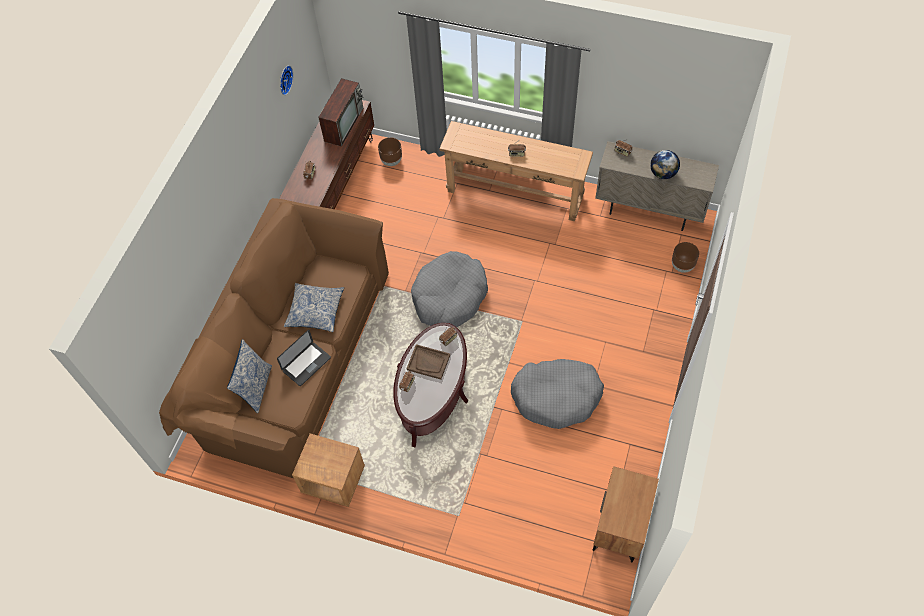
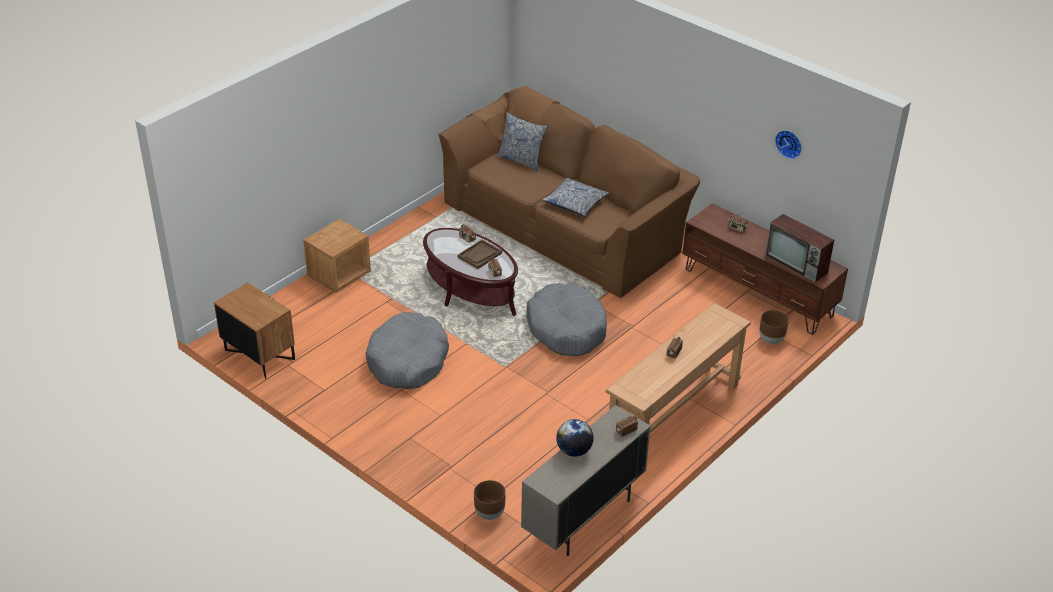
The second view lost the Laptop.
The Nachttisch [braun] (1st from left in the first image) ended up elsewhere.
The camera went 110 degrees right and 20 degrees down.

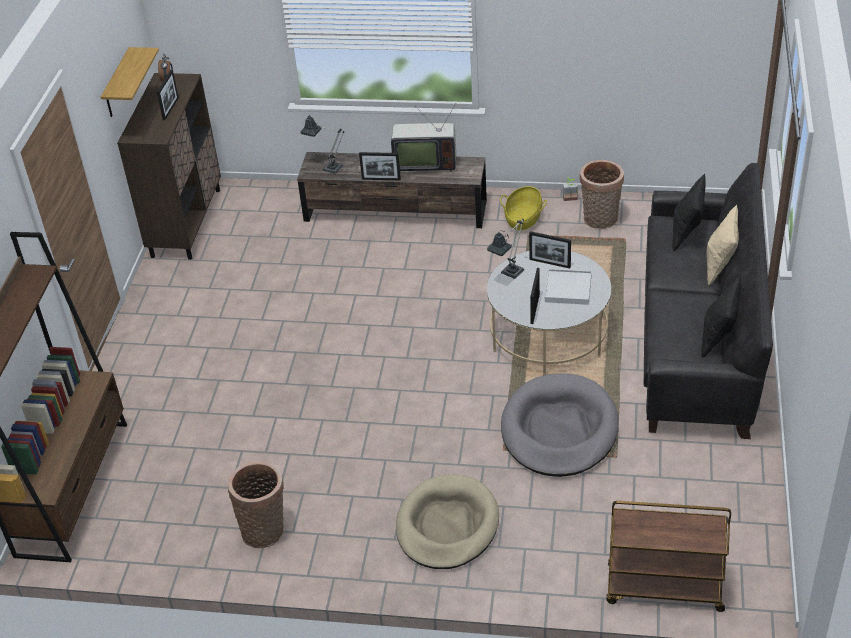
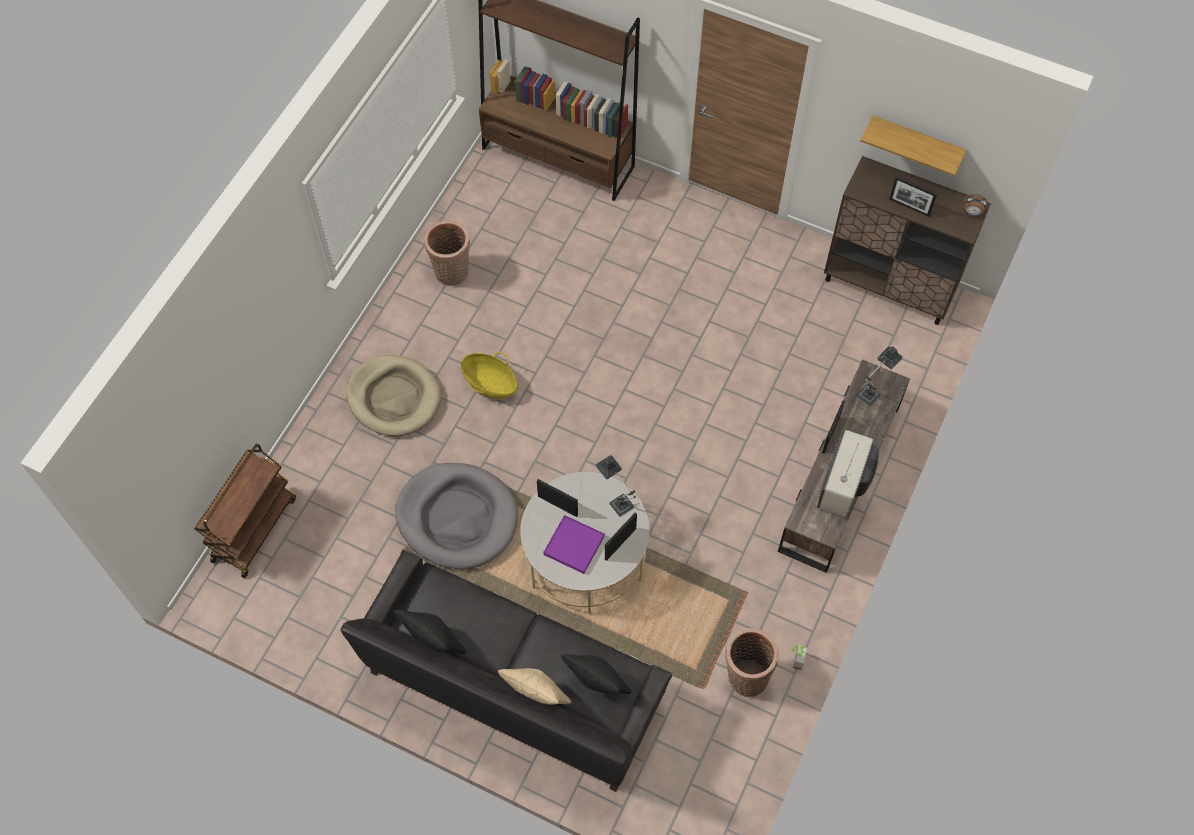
The Korb (2nd from left) ended up elsewhere.
What was the Tablett [weiß] turned into the Tablett [lila].
The camera went 105 degrees right and 20 degrees up.

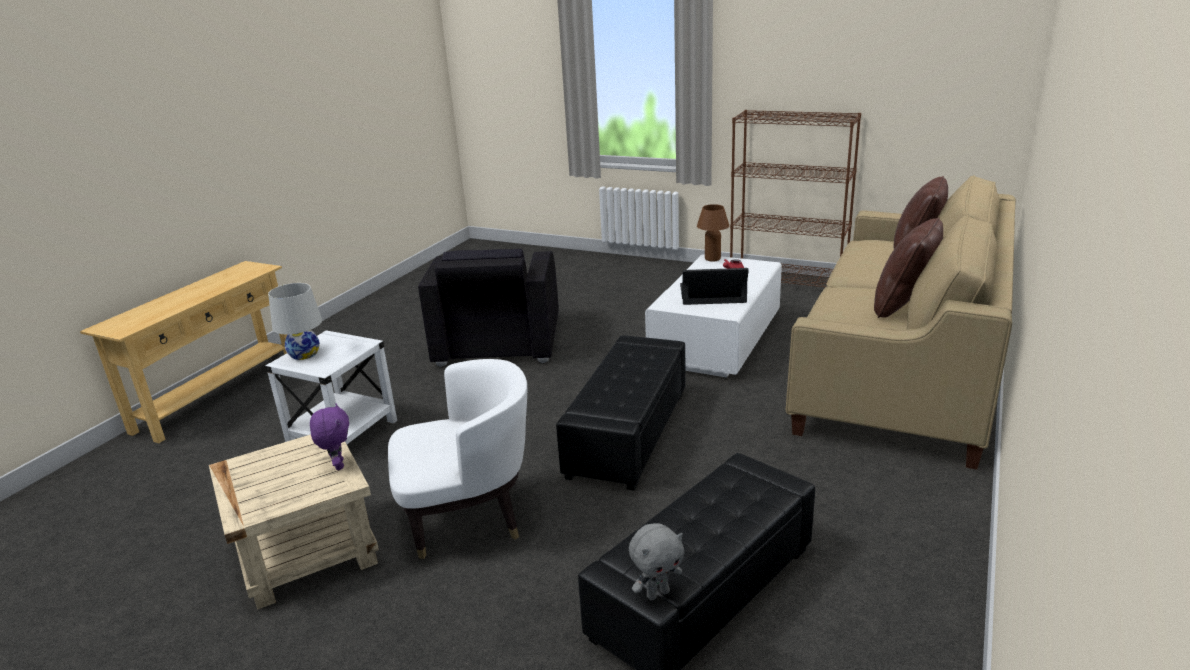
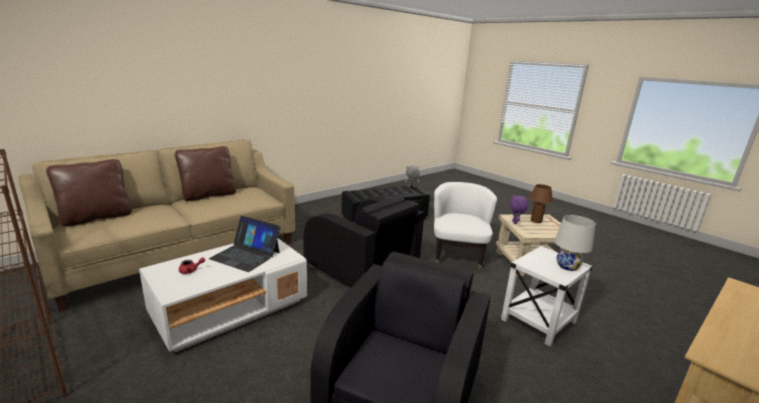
The Sessel [weiß] ended up facing another way, 90 degrees clockwise from before.
Where the Polsterhocker [schwarz] (1st from left) stood, the Sessel [schwarz] (1st from left) came to stand.
The Tischlampe [braun] ended up elsewhere.
The camera went 160 degrees left and 5 degrees down.

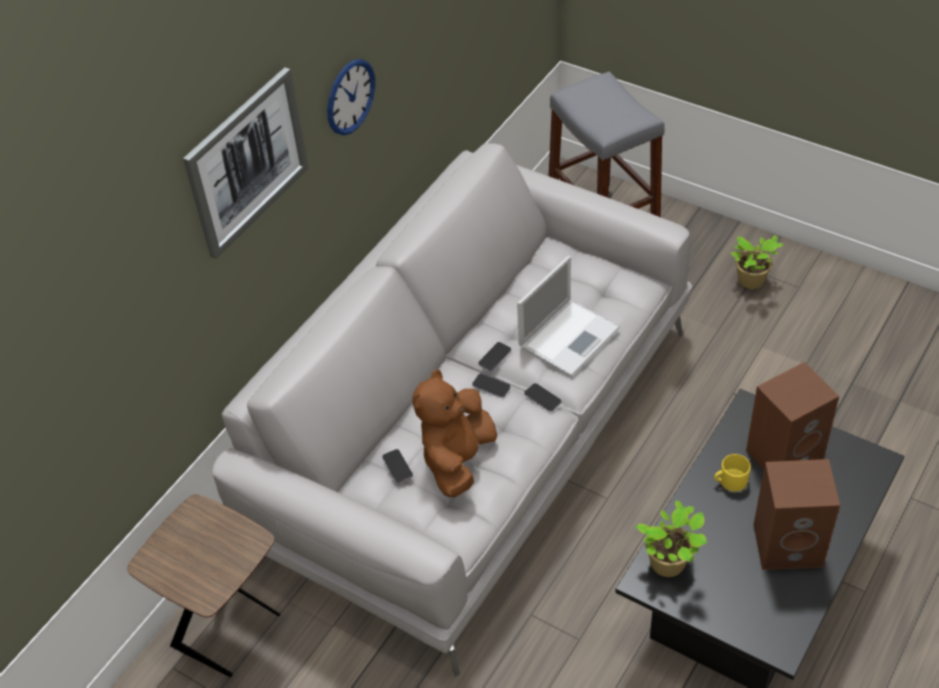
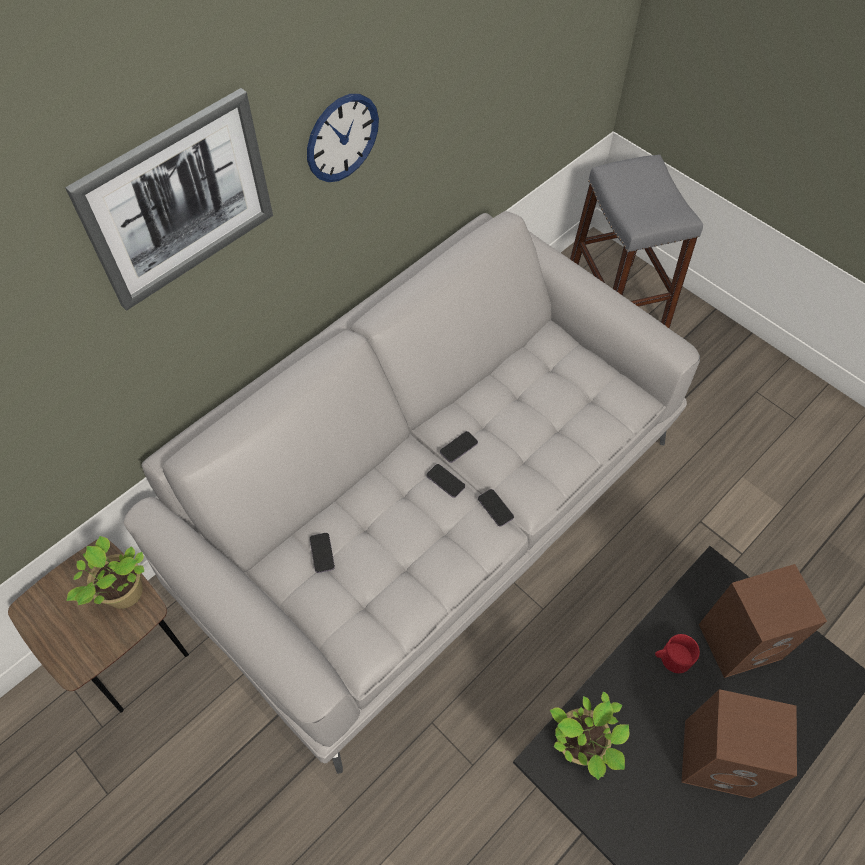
The second view lost the Plüschtier [braun].
The second view lost the Laptop.
What was the Henkelbecher [gelb] turned into the Henkelbecher [rot].
The Topfpflanze (2nd from left in the first image) ended up elsewhere.
The camera went 10 degrees right and 10 degrees up.

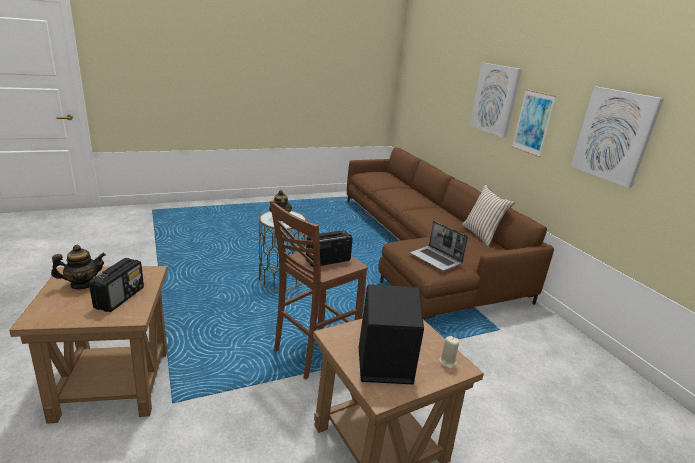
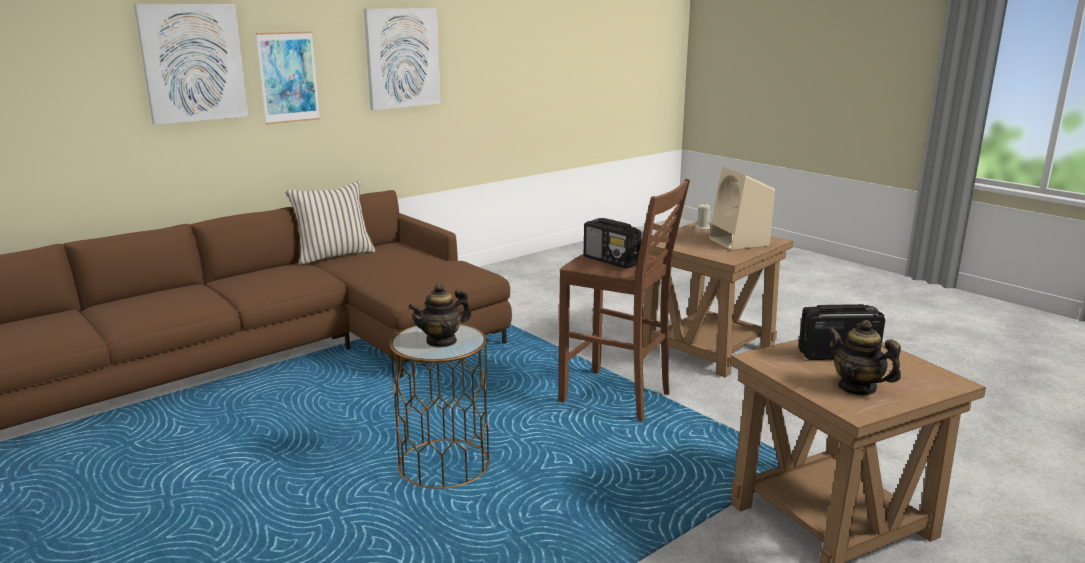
What was the Lautsprecher [schwarz] turned into the Lautsprecher [beige].
The second view lost the Laptop.
The camera went 105 degrees left and 5 degrees down.

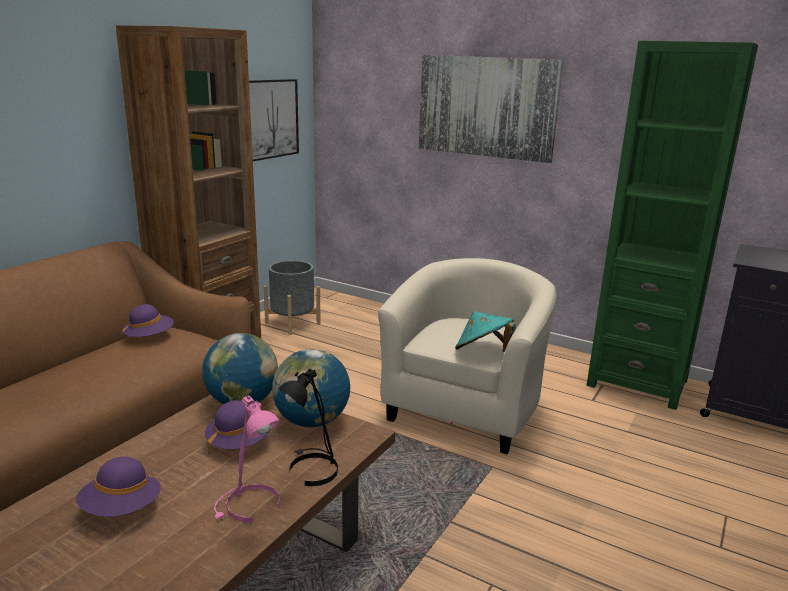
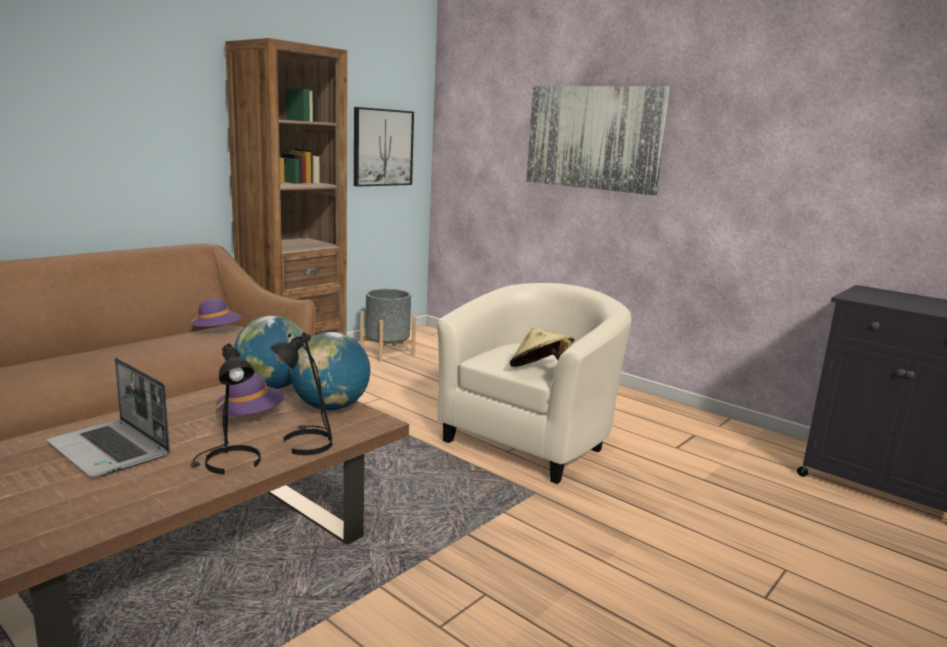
Where the Hut [lila] (1st from left) stood, the Laptop came to stand.
What was the Tischlampe [rosa] turned into the Tischlampe [schwarz] (1st from left).
What was the Hut [türkis] turned into the Hut [beige].
The second view lost the Bücherregal [grün].
The camera went 10 degrees right and 5 degrees down.

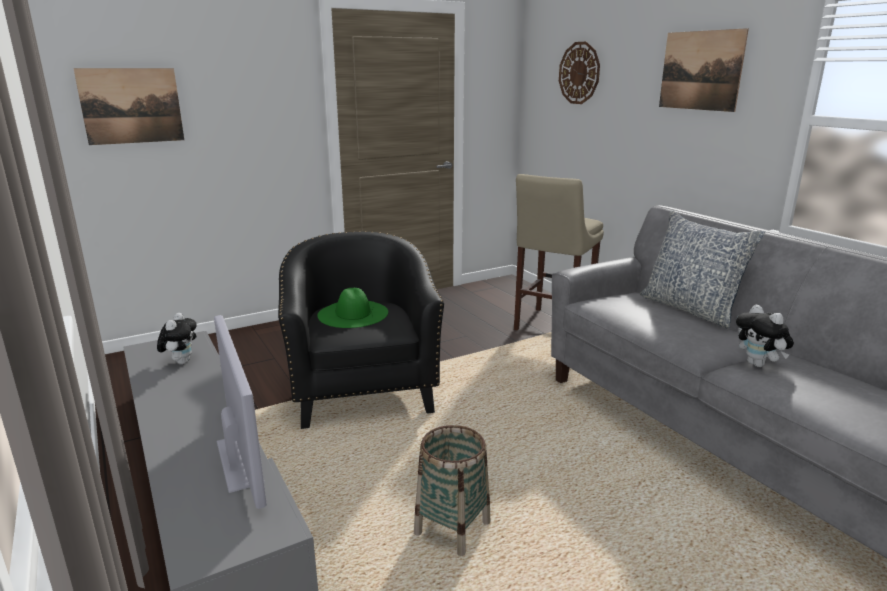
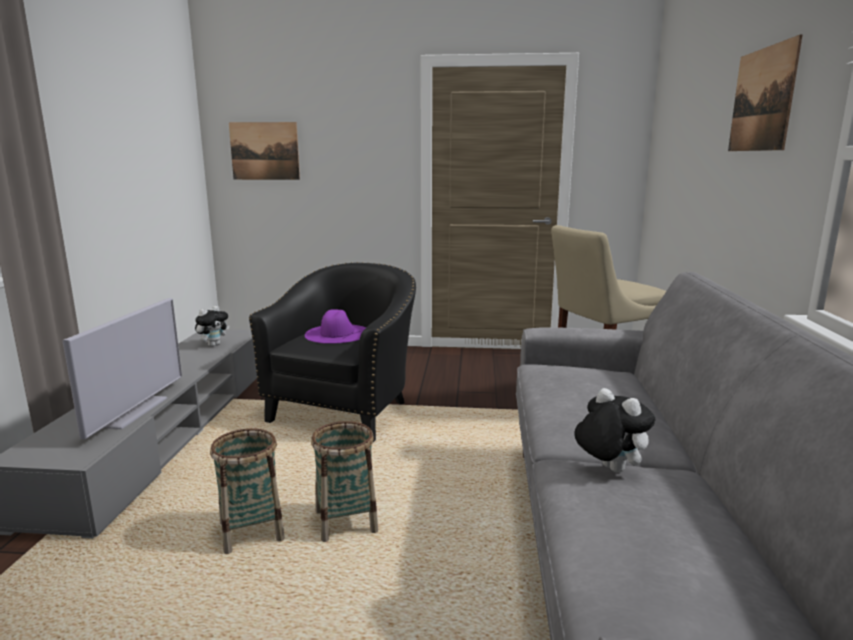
What was the Hut [grün] turned into the Hut [lila].
The second view lost the Wanduhr.
The second view lost the Kissen.
The Plüschtier (2nd from left) ended up facing another way, 135 degrees clockwise from before.
The second view gained the Korb (2nd from left).
The camera went 35 degrees right and 5 degrees down.

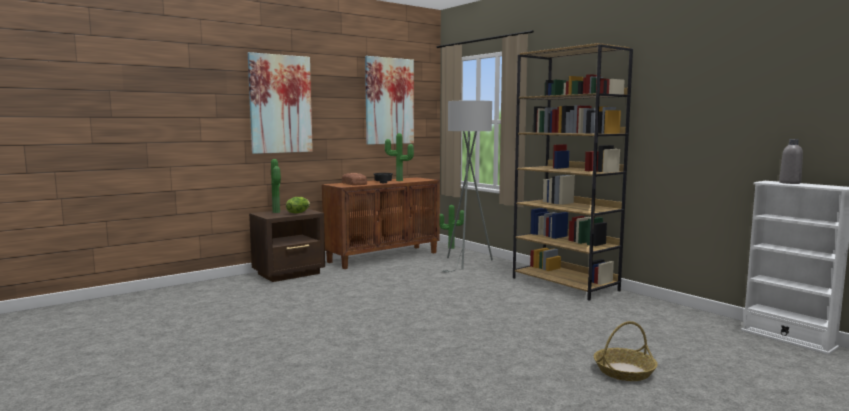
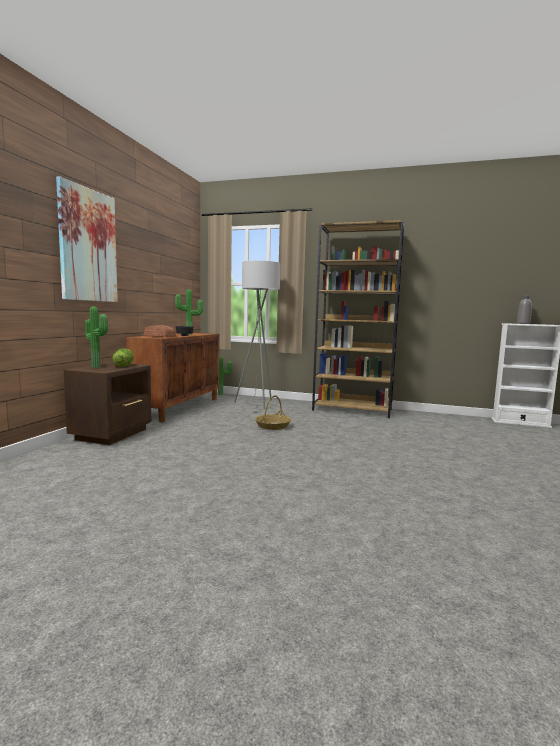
The second view lost the Bild (2nd from left).
The Korb ended up elsewhere.
The camera went 35 degrees left and 0 degrees up.

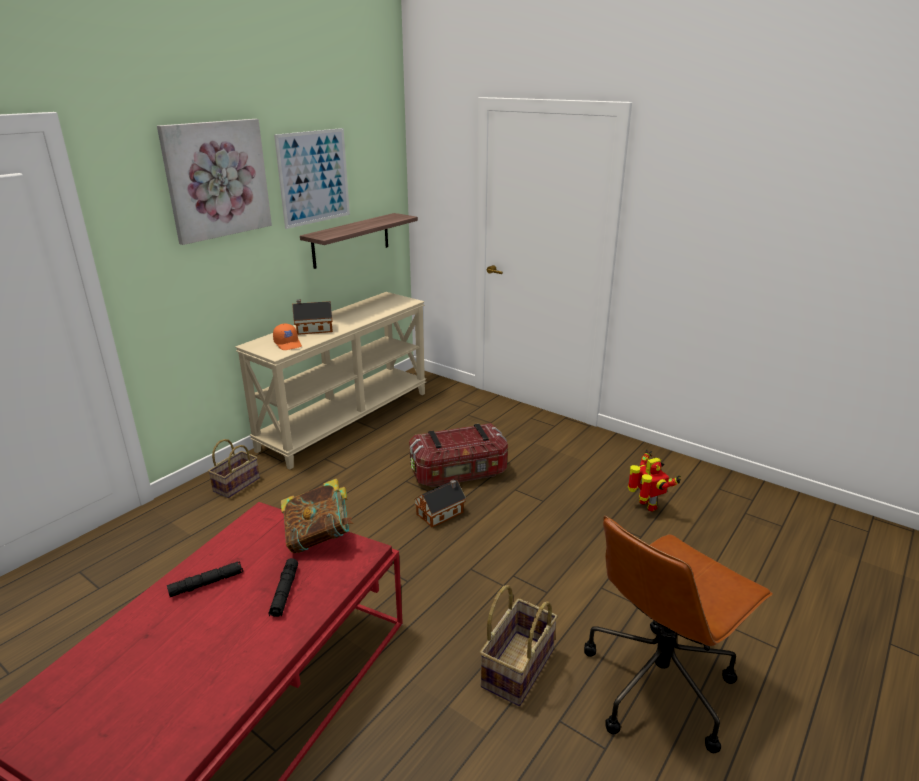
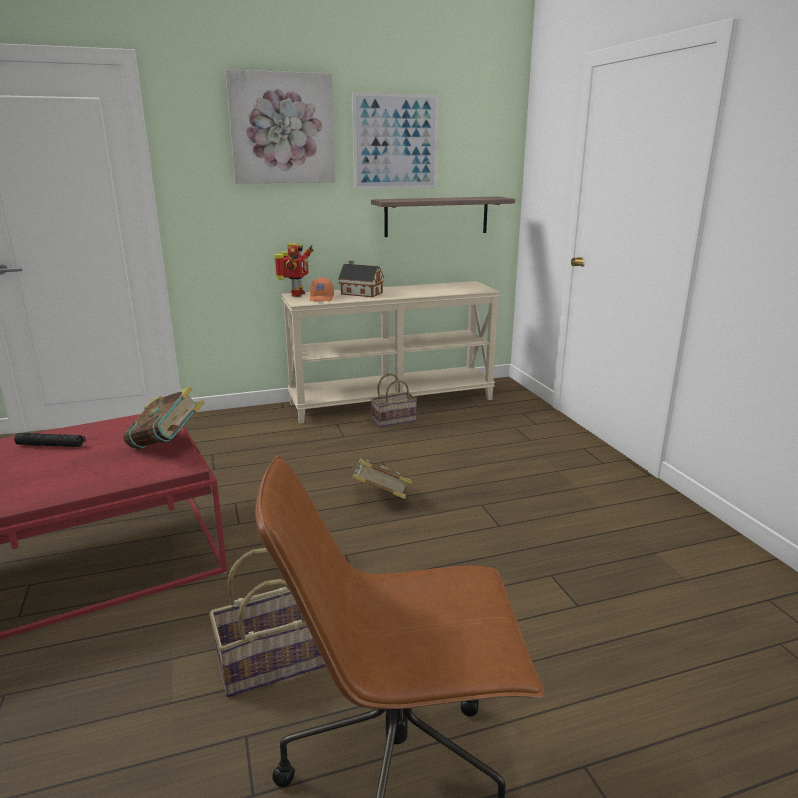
The Korb (1st from left in the first image) ended up elsewhere.
The second view lost the Taschenlampe [schwarz] (2nd from left).
The second view lost the Aufbewahrungsbox.
Where the Spielzeughaus (2nd from left) stood, the Buch (2nd from left) came to stand.
The Spielzeugroboter ended up elsewhere.
The camera went 35 degrees right and 5 degrees down.

